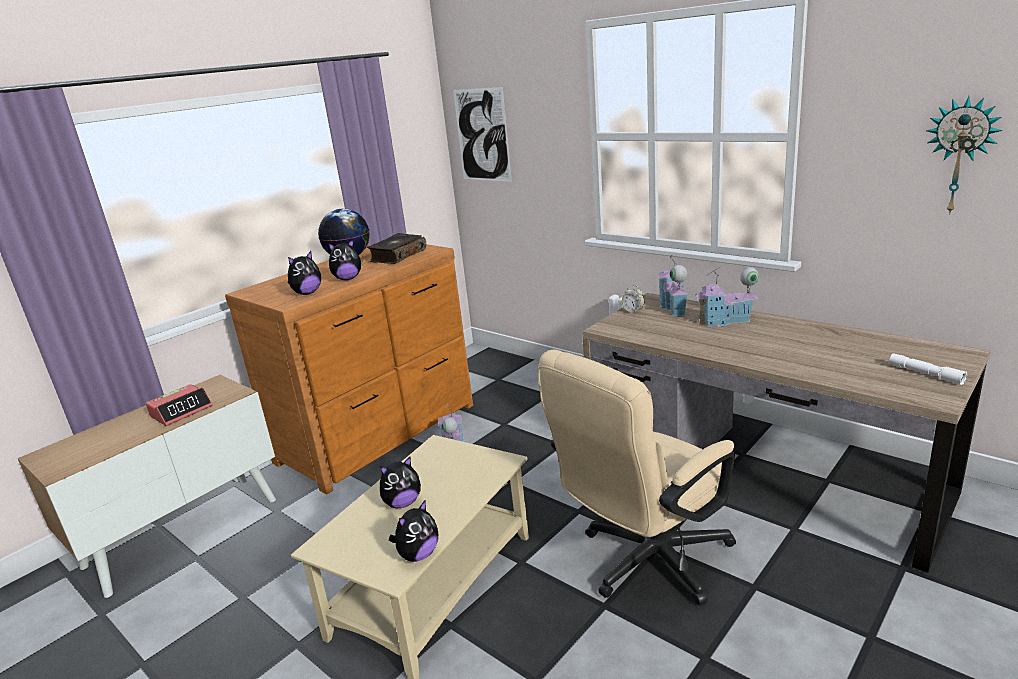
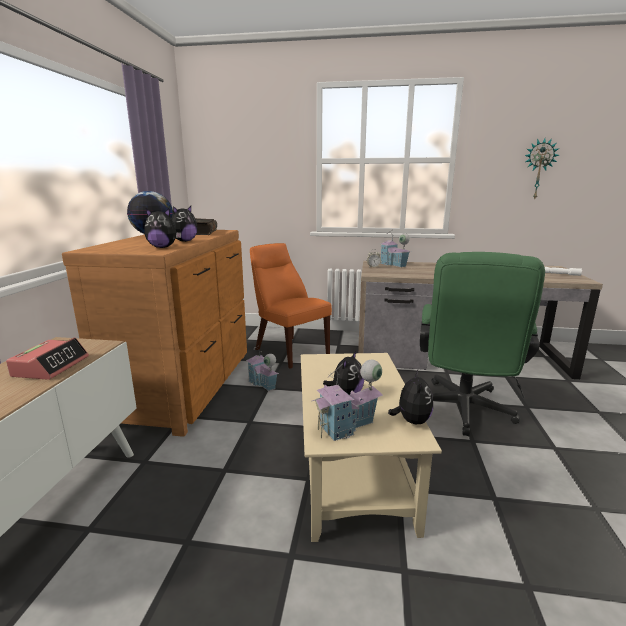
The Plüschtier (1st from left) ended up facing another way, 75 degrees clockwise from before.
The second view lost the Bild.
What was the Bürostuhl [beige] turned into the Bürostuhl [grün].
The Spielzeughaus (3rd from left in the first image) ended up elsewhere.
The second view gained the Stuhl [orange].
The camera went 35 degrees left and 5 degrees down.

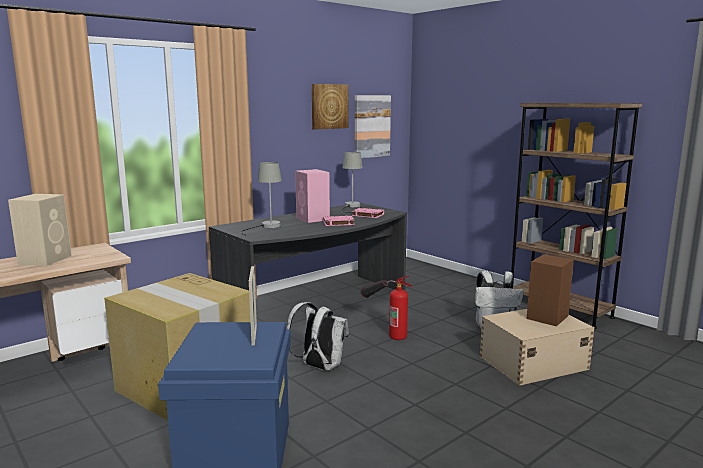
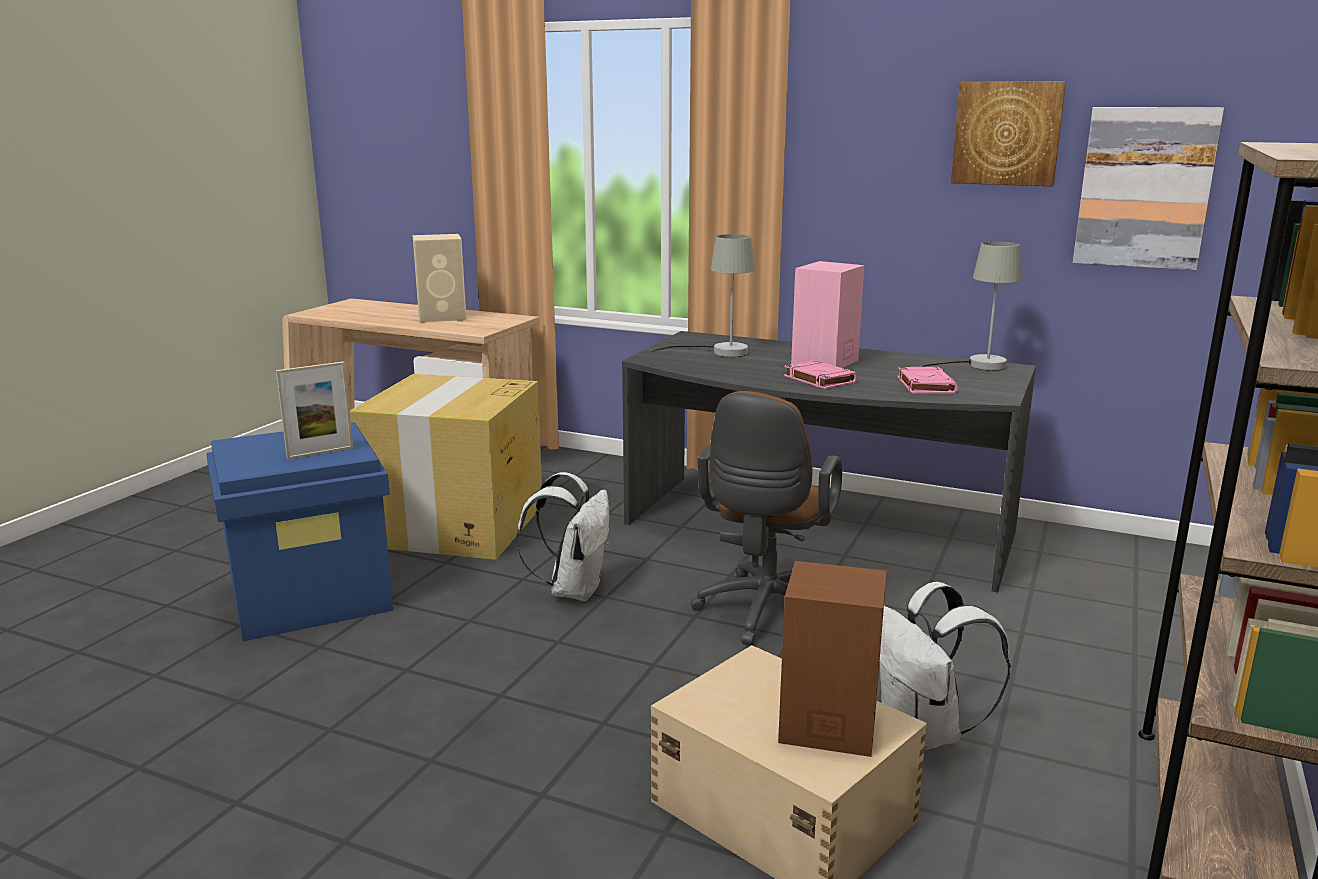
Where the Feuerlöscher stood, the Bürostuhl [braun] came to stand.
The camera went 65 degrees right and 5 degrees up.

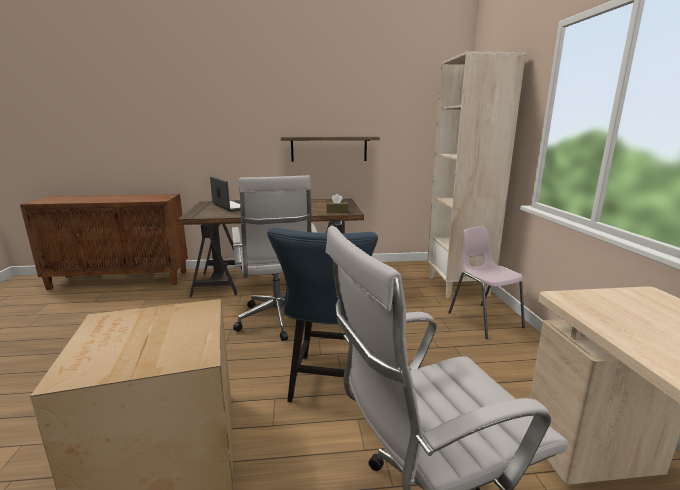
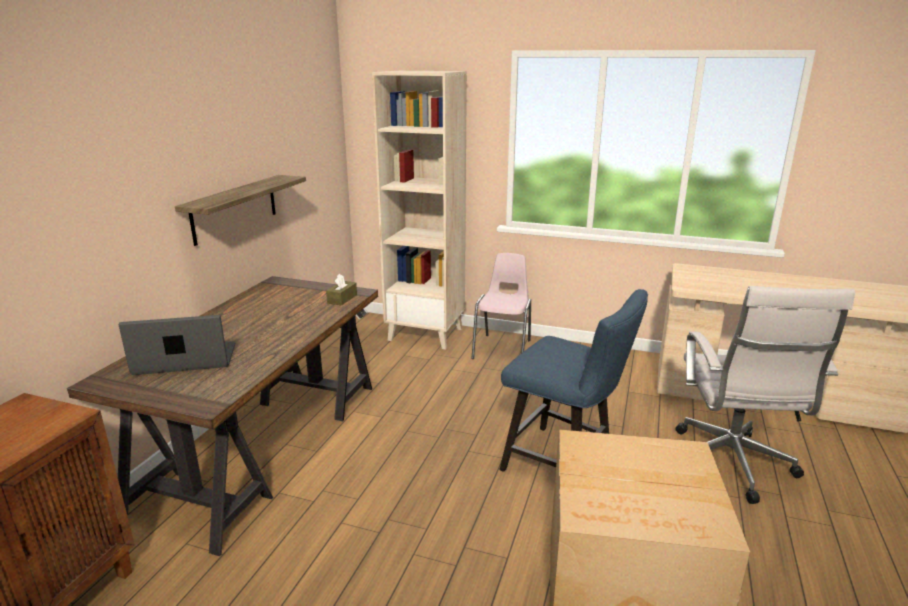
The second view lost the Bürostuhl [weiß] (1st from left).
The Stuhl [rosa] ended up facing another way, 105 degrees clockwise from before.
The camera went 65 degrees left and 5 degrees up.

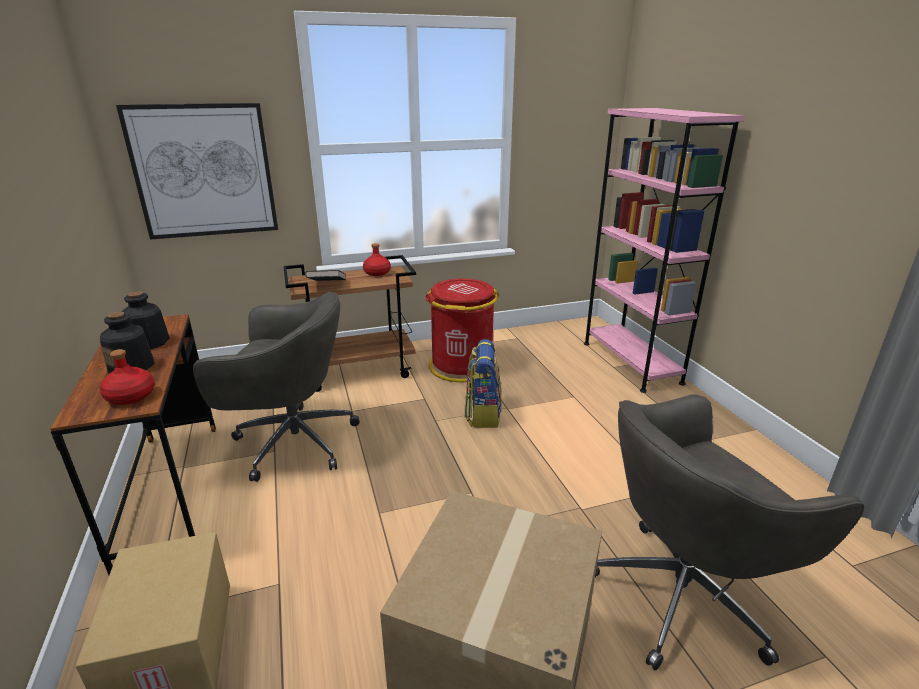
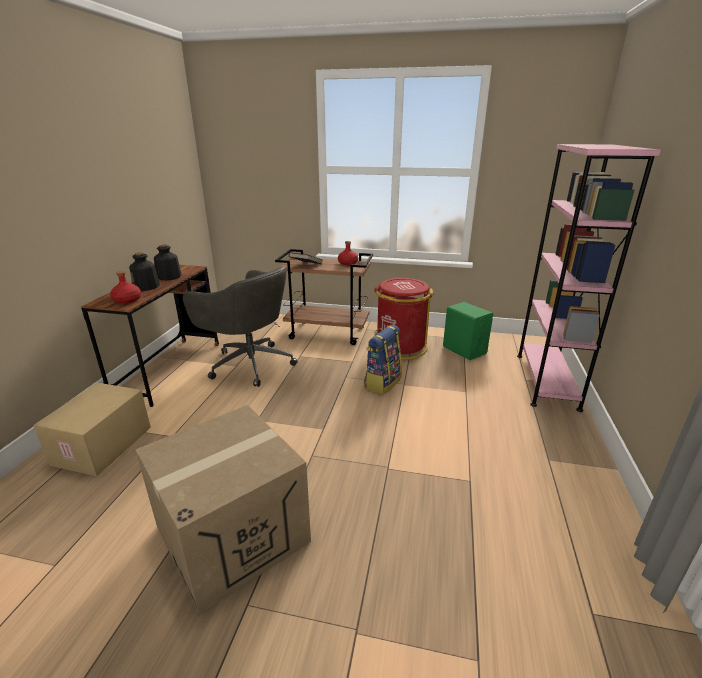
The second view lost the Bild.
The second view lost the Bürostuhl [grau] (2nd from left).
The second view gained the Lautsprecher [grün].
The camera went 30 degrees right and 0 degrees up.

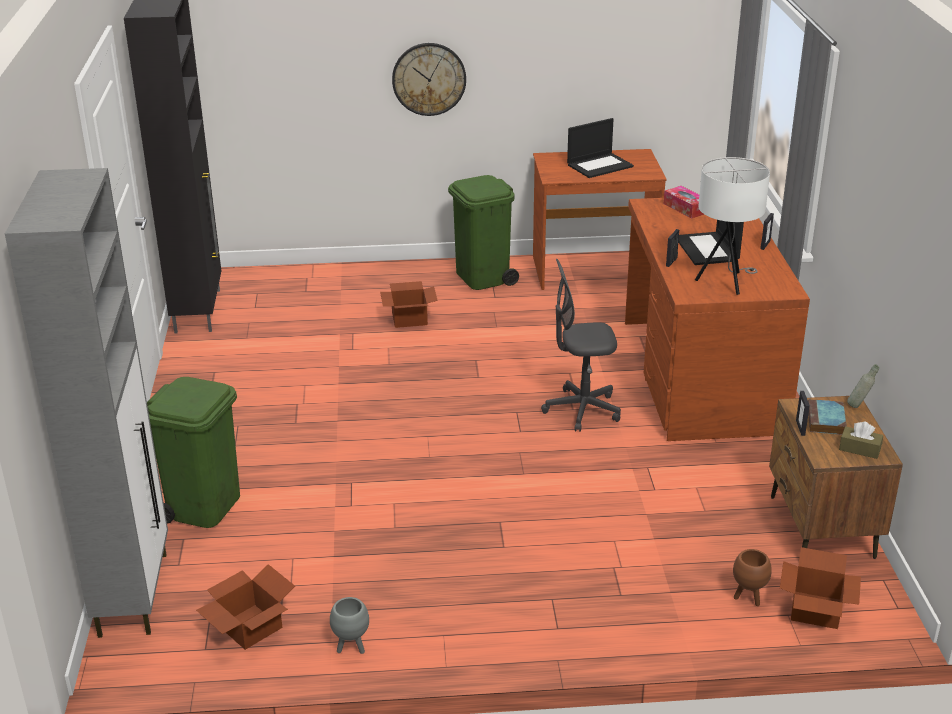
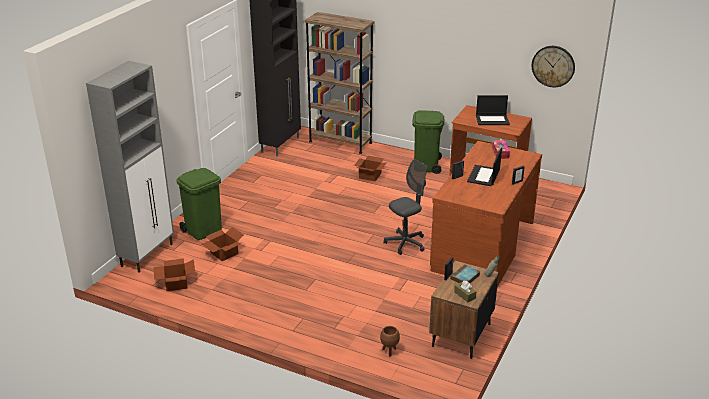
The second view lost the Pflanzkübel [grau].
The Wanduhr ended up elsewhere.
The Bürostuhl [grau] ended up facing another way, 120 degrees clockwise from before.
The second view lost the Tischlampe [weiß].
The Karton (3rd from left in the first image) ended up elsewhere.
The second view gained the Bücherregal [braun].
The camera went 30 degrees right and 0 degrees up.

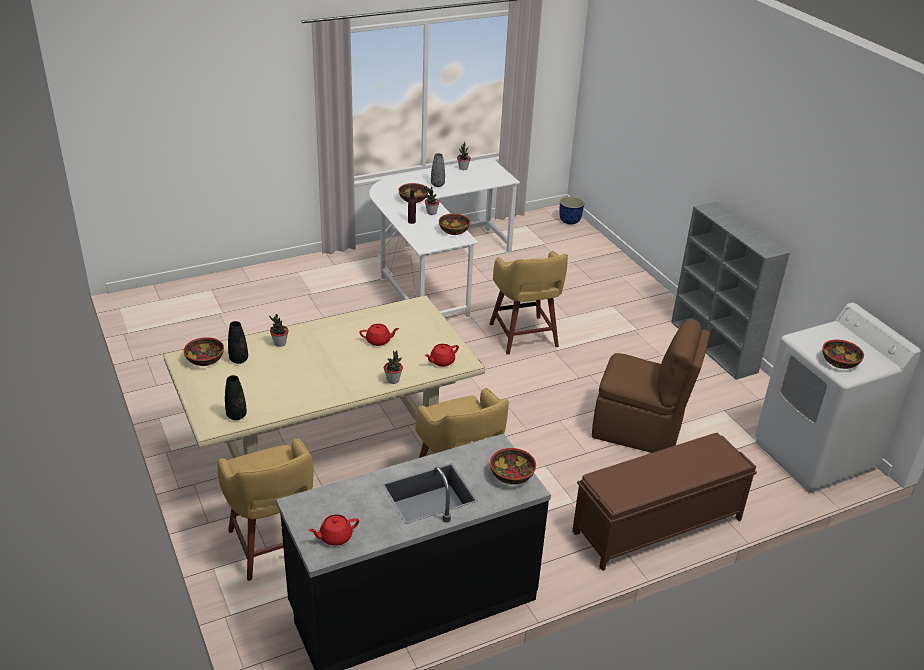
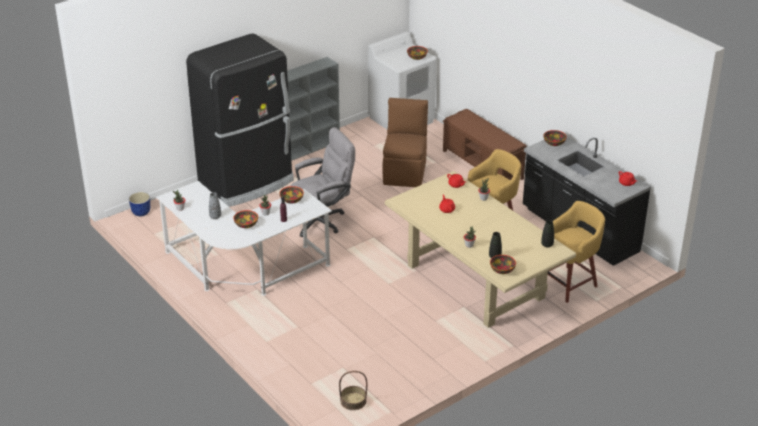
Where the Hocker [gelb] (3rd from left) stood, the Bürostuhl [grau] came to stand.
The second view gained the Kühlschrank [schwarz].
The second view gained the Korb.
The camera went 100 degrees left and 0 degrees up.

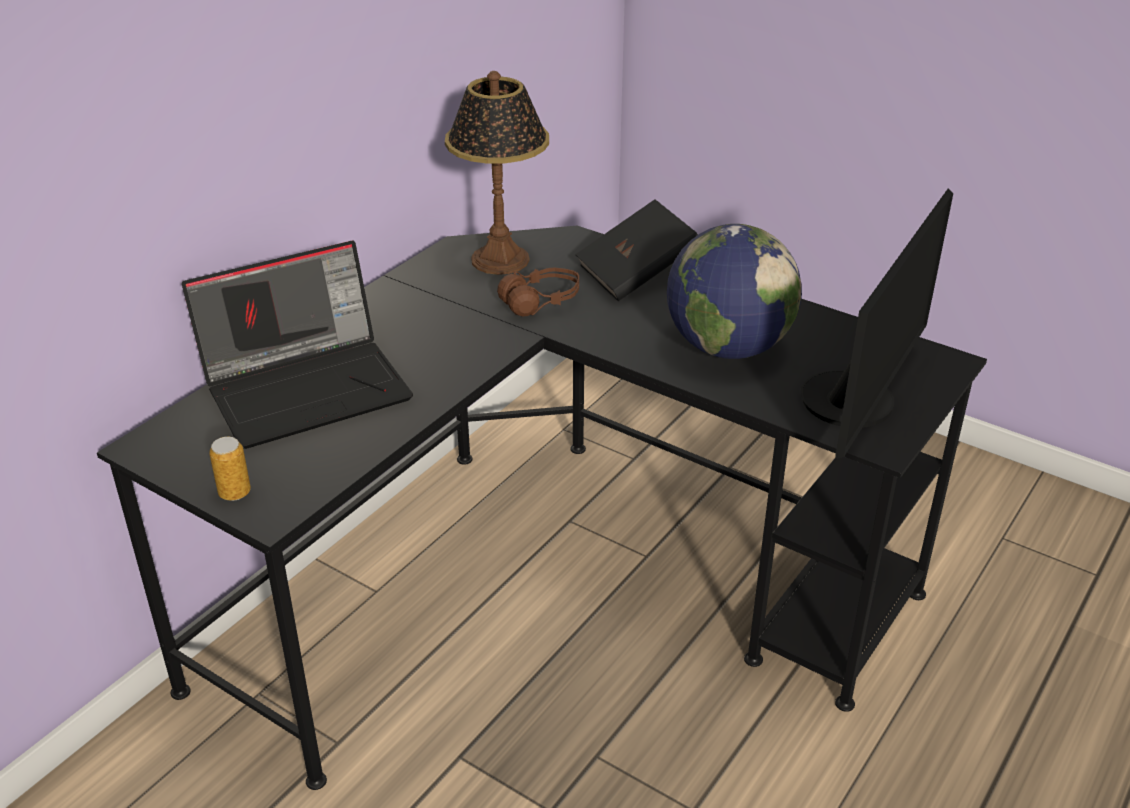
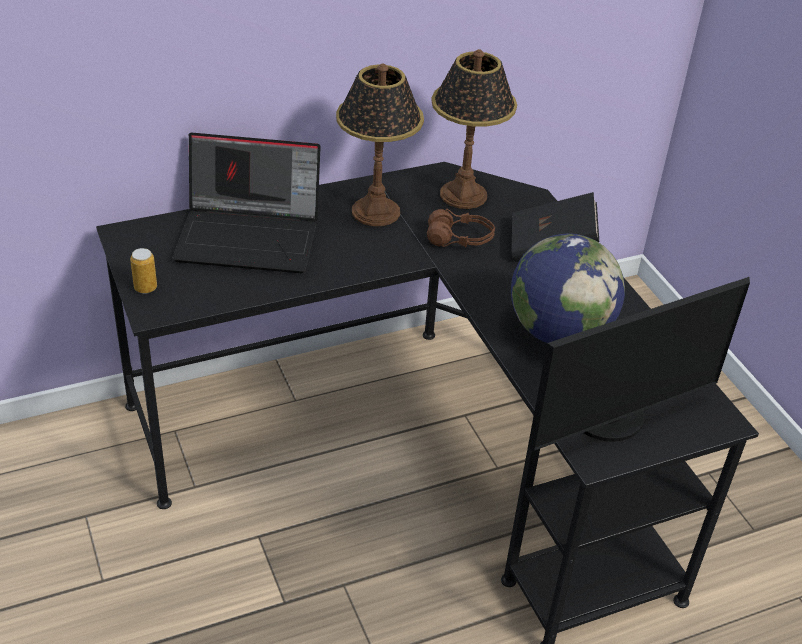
The second view gained the Tischlampe (1st from left).
The camera went 30 degrees right and 5 degrees up.

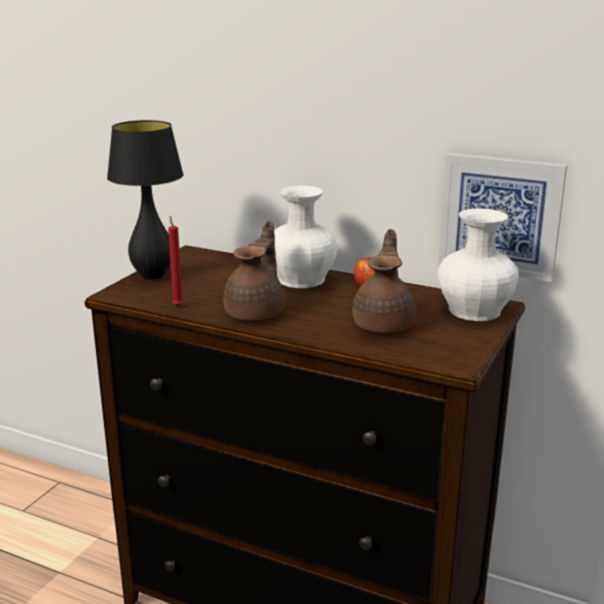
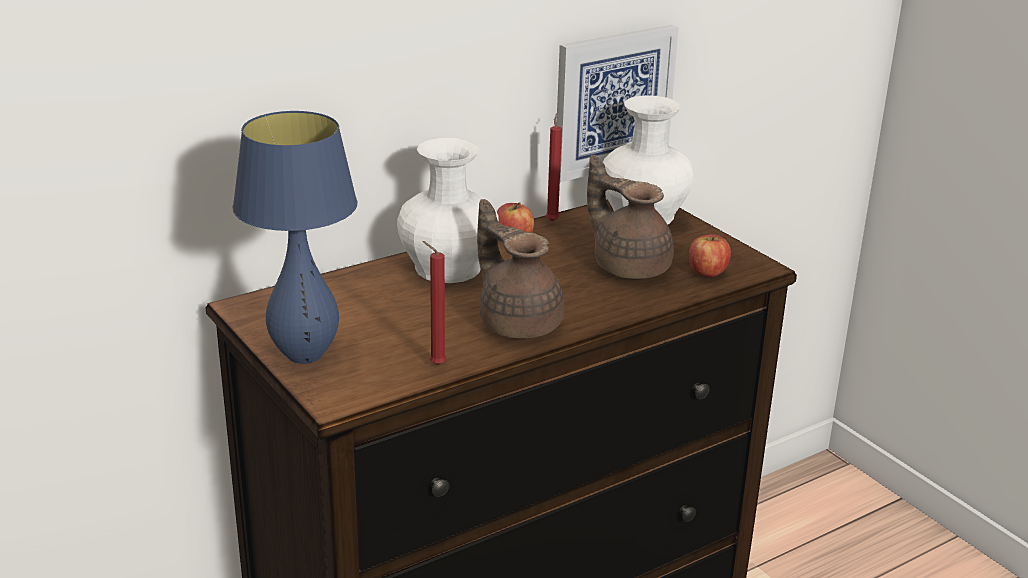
What was the Tischlampe [schwarz] turned into the Tischlampe [blau].
The second view gained the Kerze [rot] (2nd from left).
The second view gained the Apfel (2nd from left).
The camera went 60 degrees left and 5 degrees up.

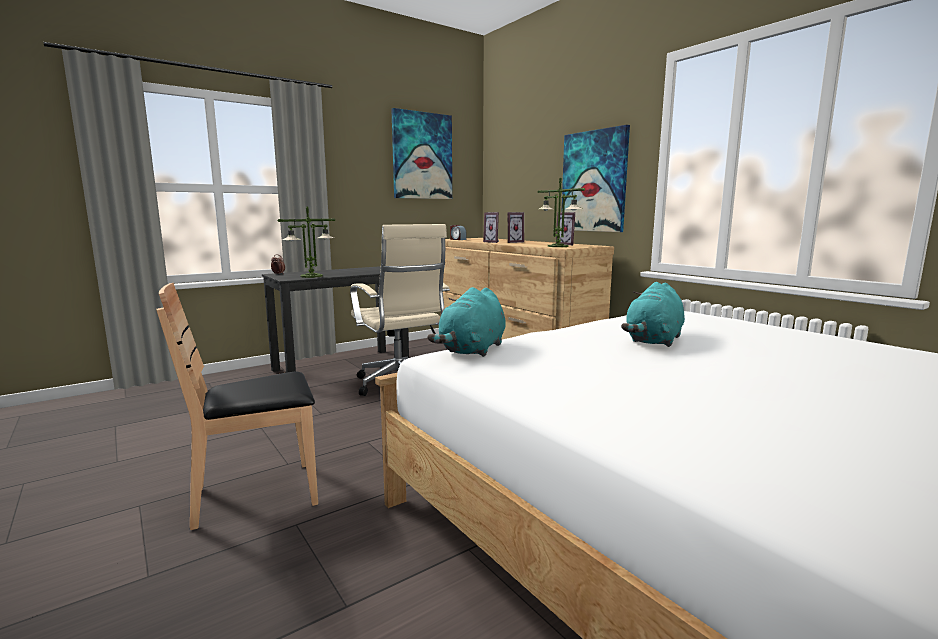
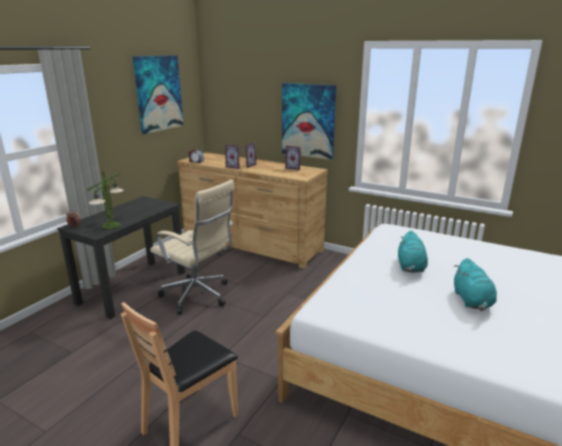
The Plüschtier [türkis] (1st from left in the first image) ended up elsewhere.
The second view lost the Tischlampe (2nd from left).
The camera went 25 degrees left and 10 degrees up.

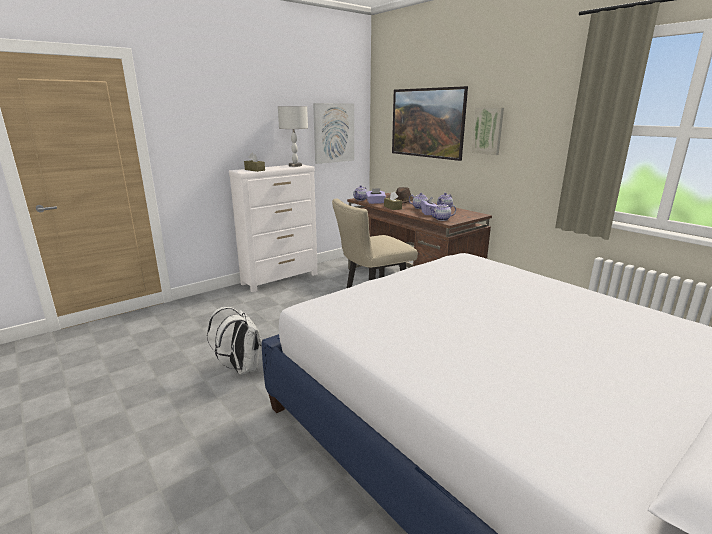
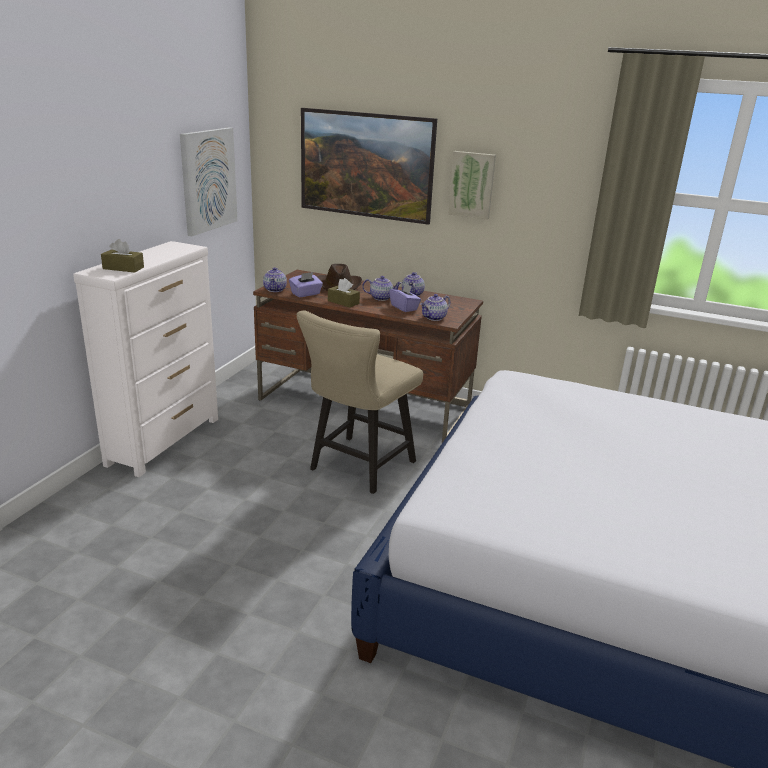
The second view lost the Rucksack [weiß].
The second view lost the Tischlampe [grau].
The camera went 30 degrees left and 5 degrees up.

